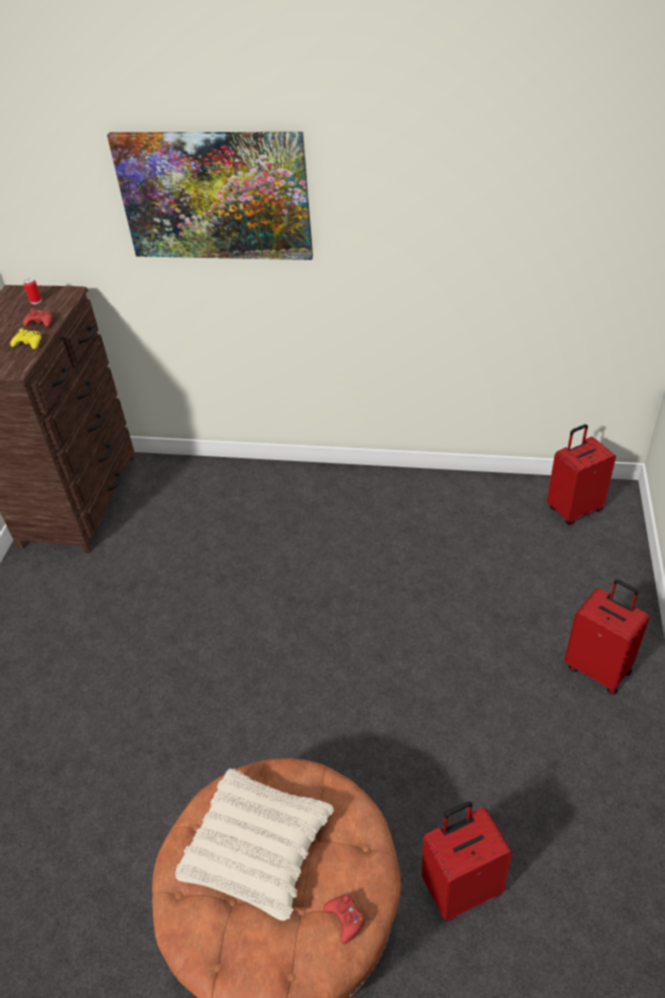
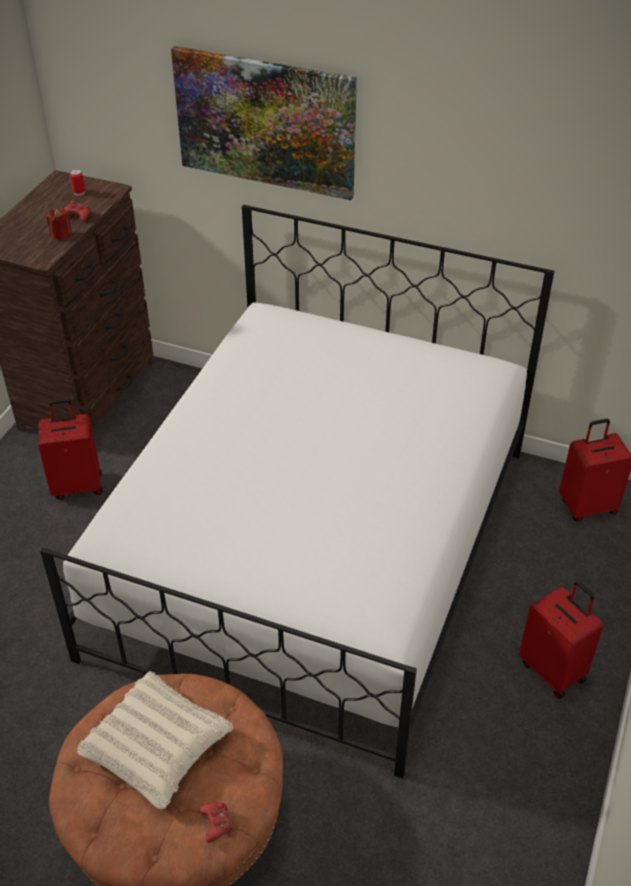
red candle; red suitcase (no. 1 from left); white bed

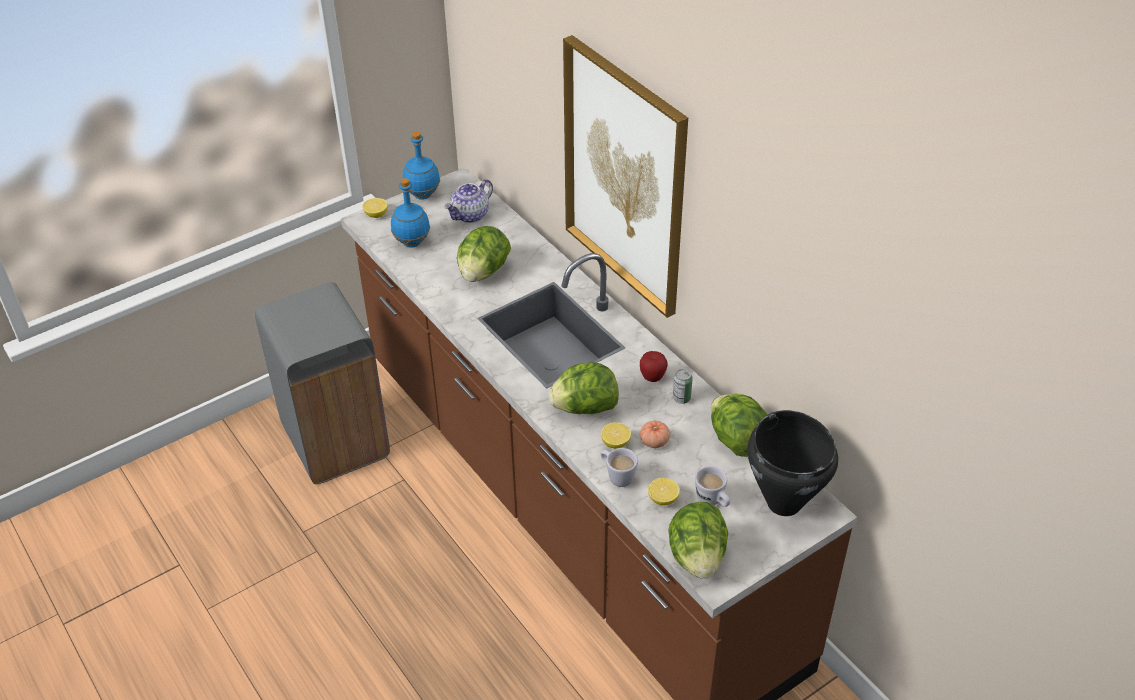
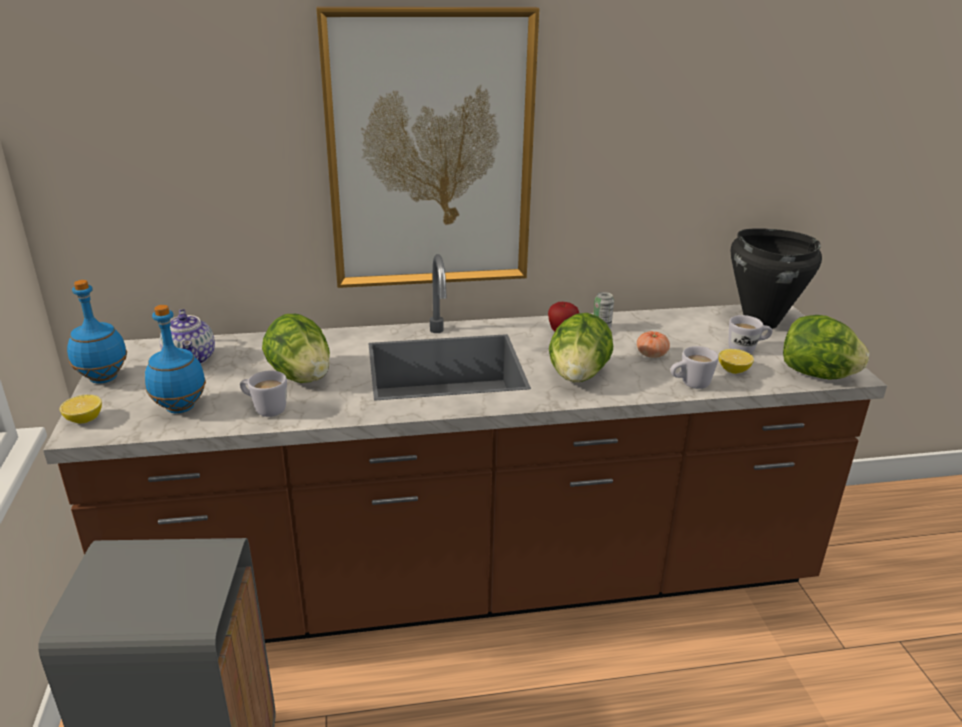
lettuce (no. 4 from left in the first image); lemon (no. 2 from left in the first image); white mug (no. 1 from left)

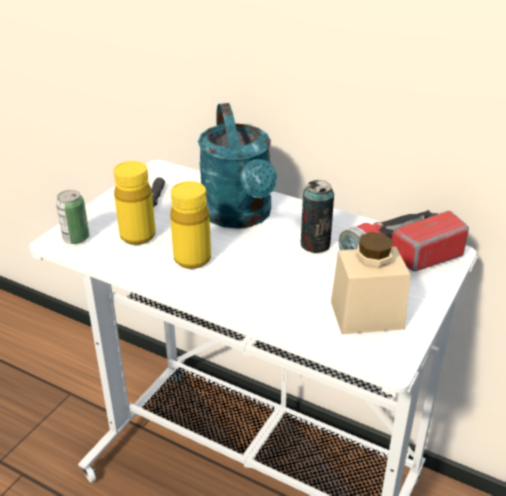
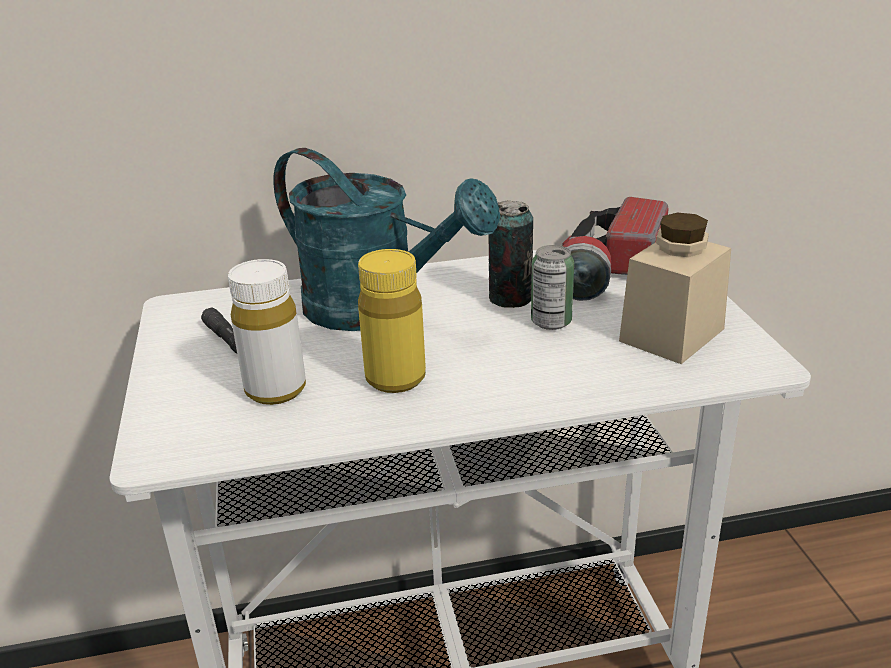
white bottle; can (no. 2 from left)

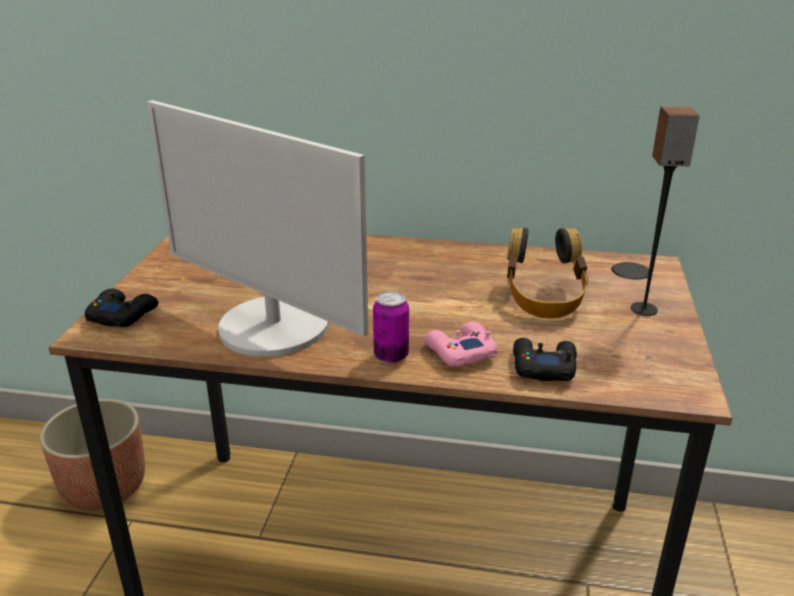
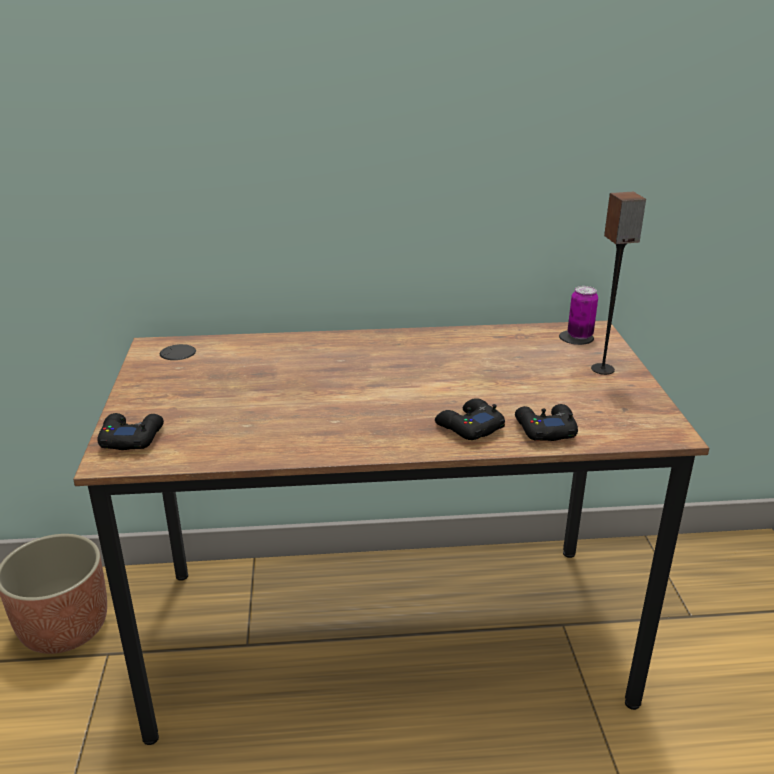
monitor; headphones; can; black game controller (no. 2 from left)

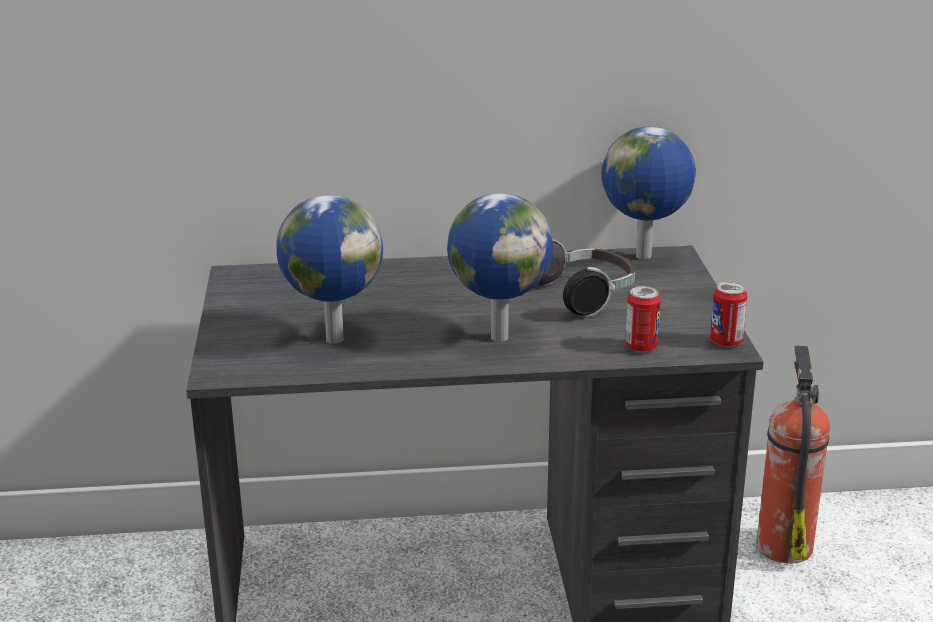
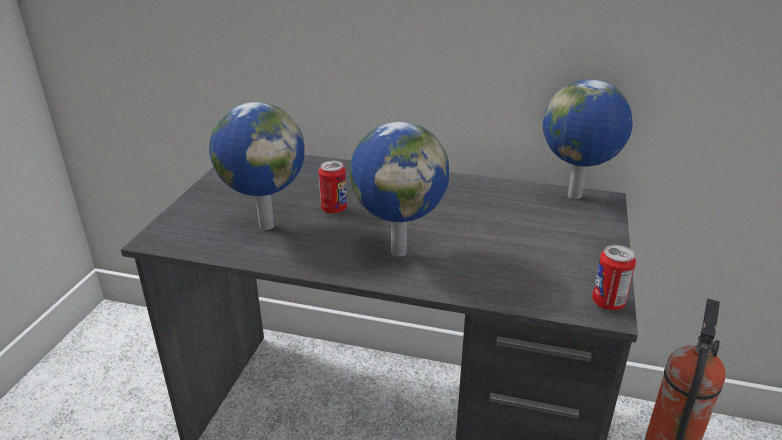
headphones; can (no. 1 from left)

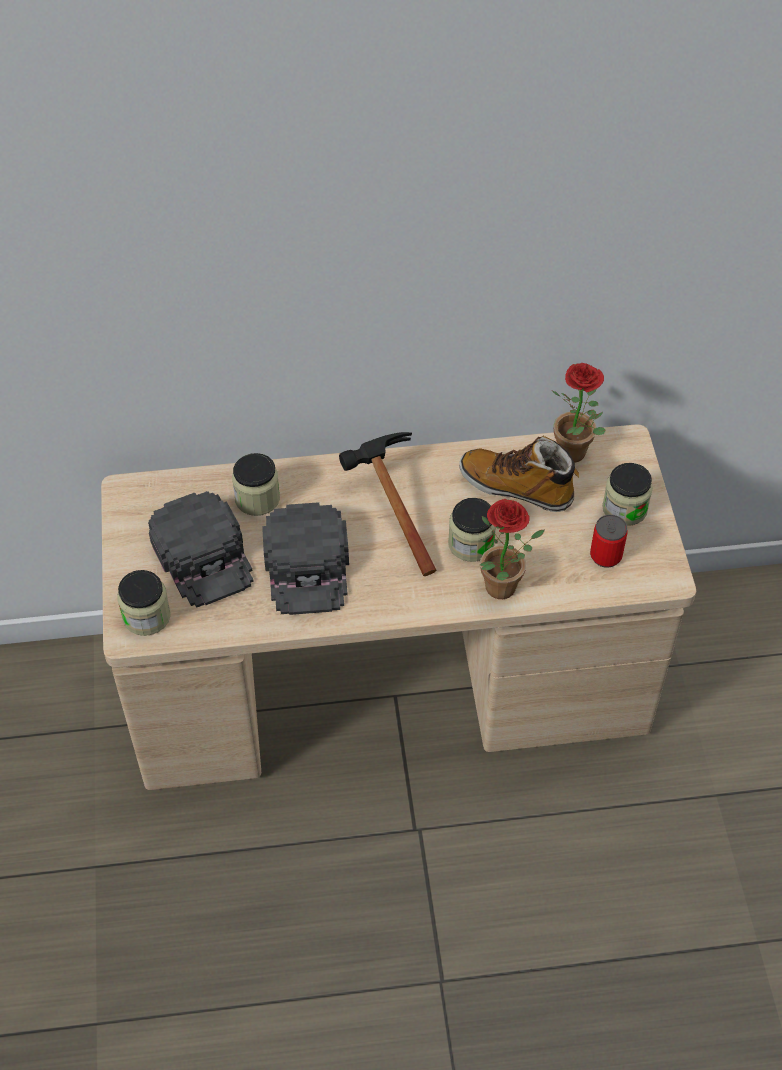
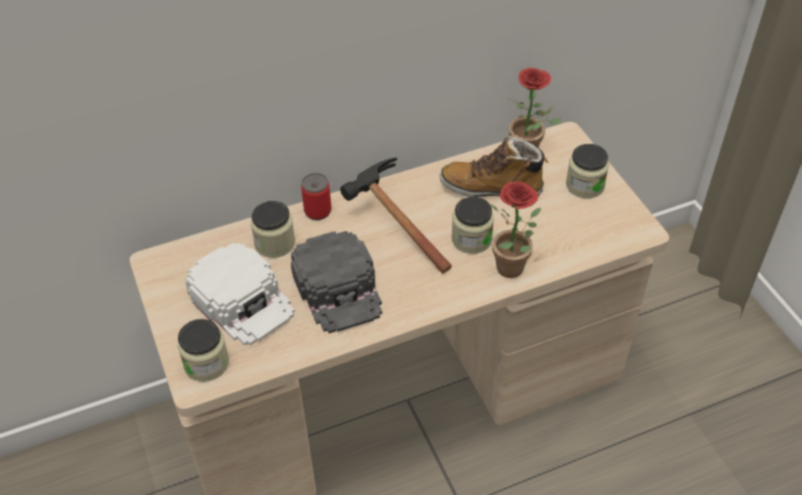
white cap; can

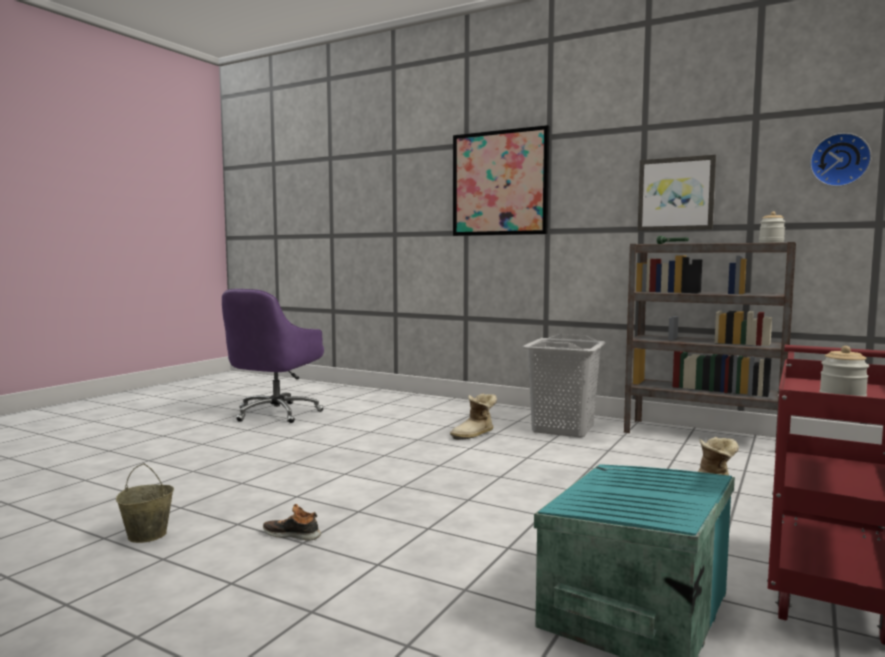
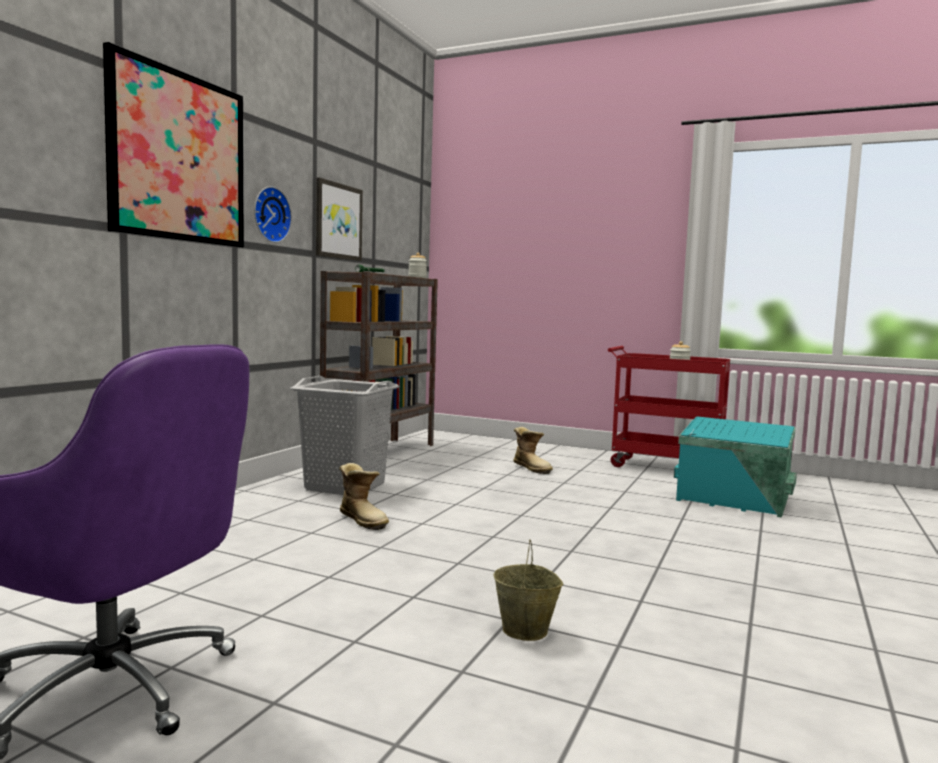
wall clock; beige bucket; shoe

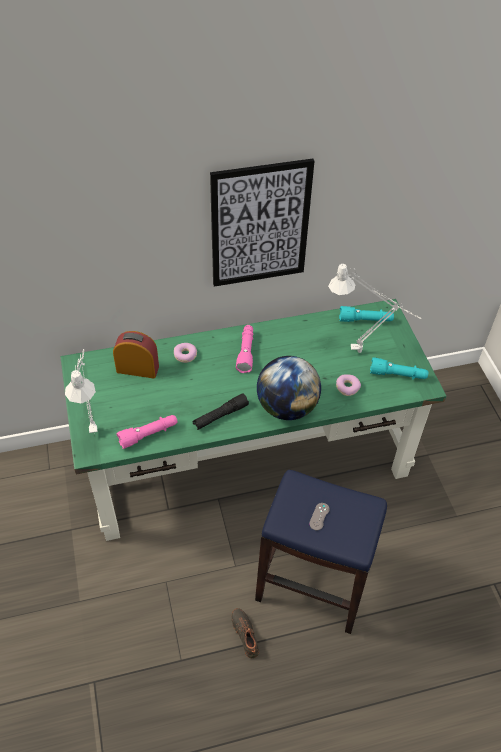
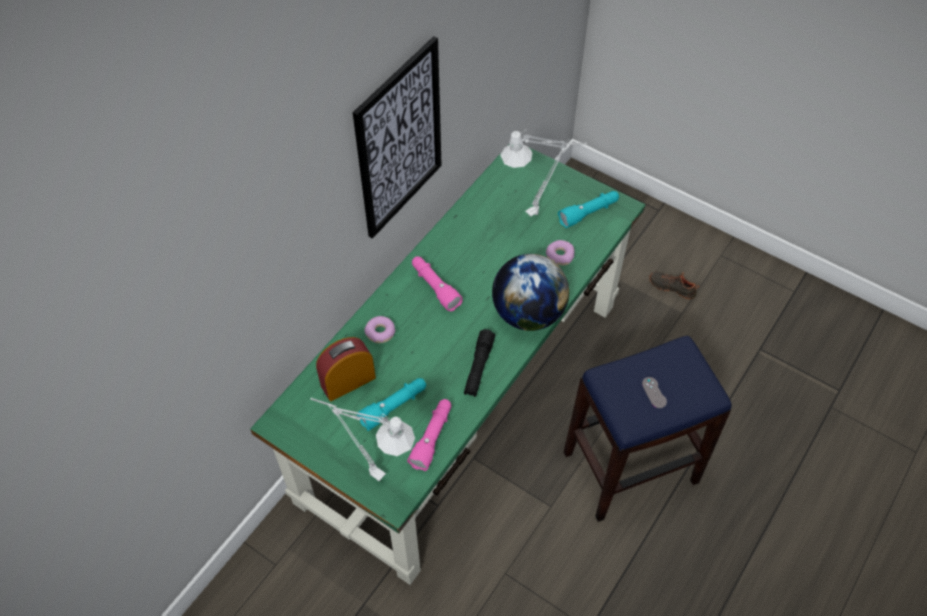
turquoise flashlight (no. 1 from left); black shoe

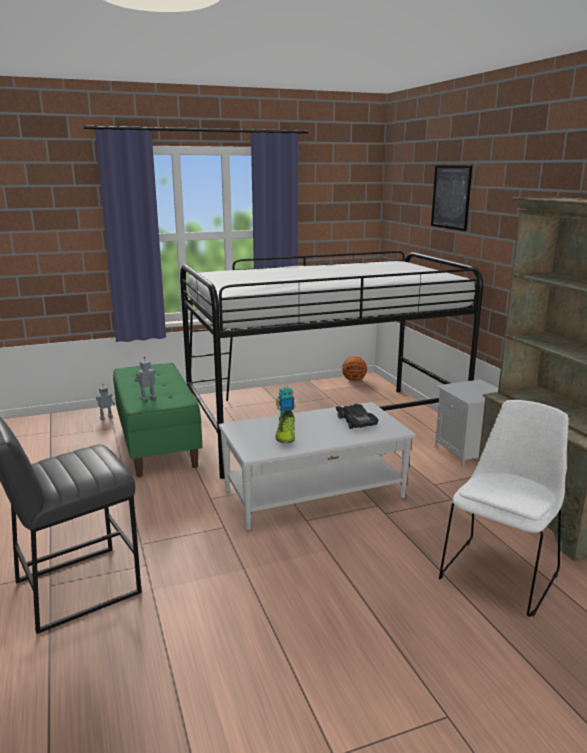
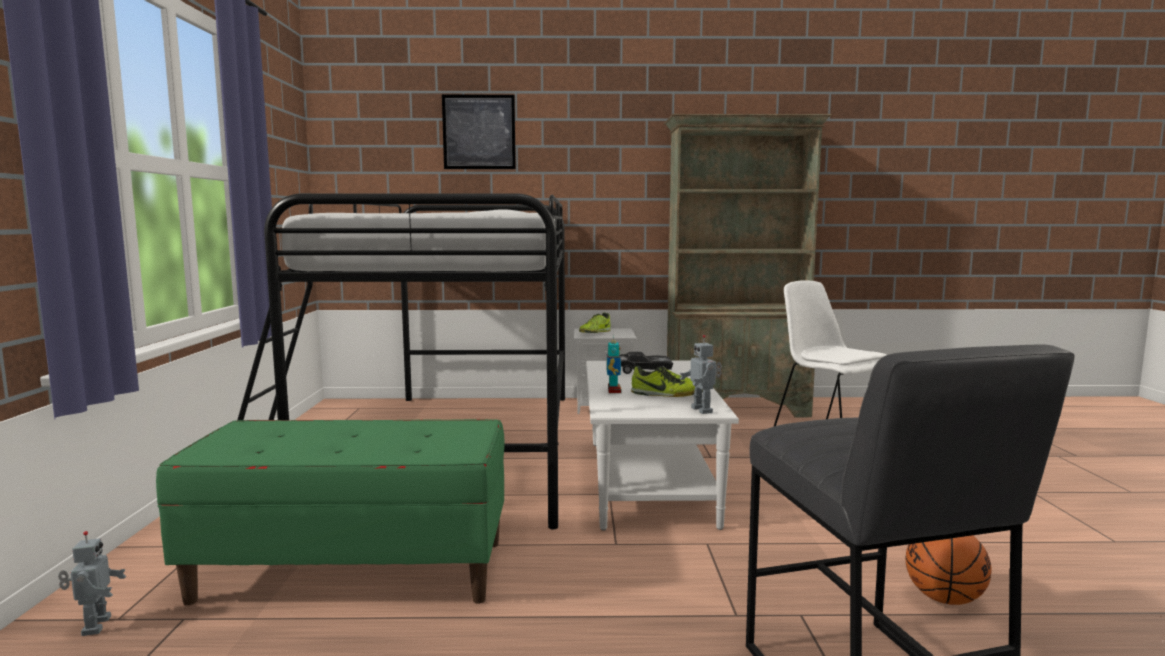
basketball; toy robot (no. 3 from left); shoe (no. 1 from left)

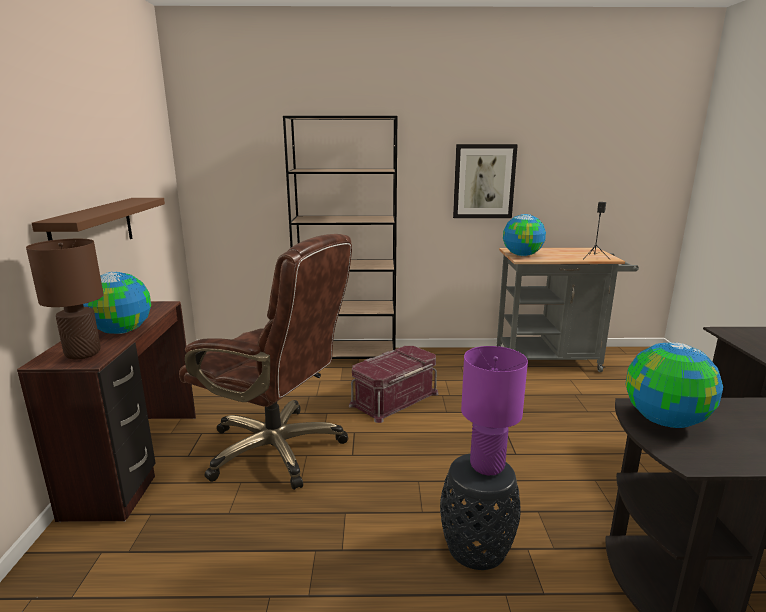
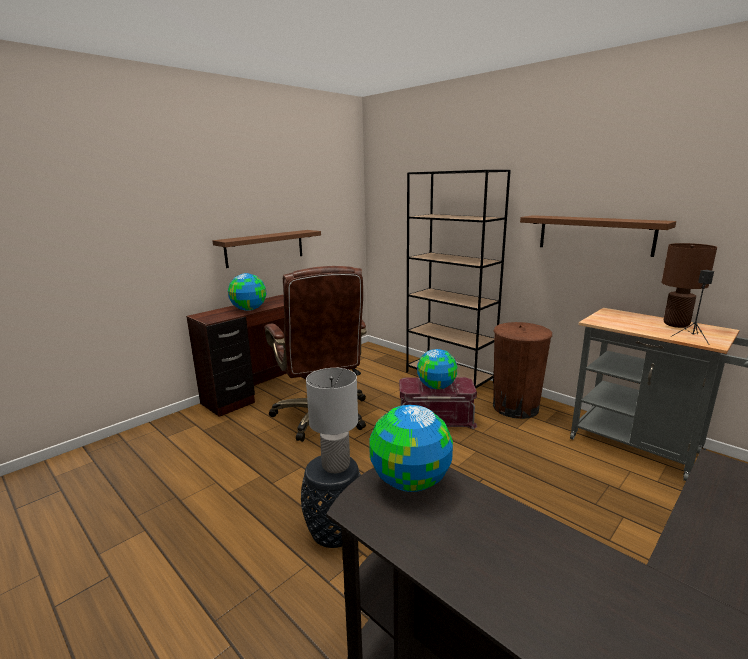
brown shelf (no. 2 from left); globe (no. 3 from left); brown table lamp; grey table lamp; brown trash can

